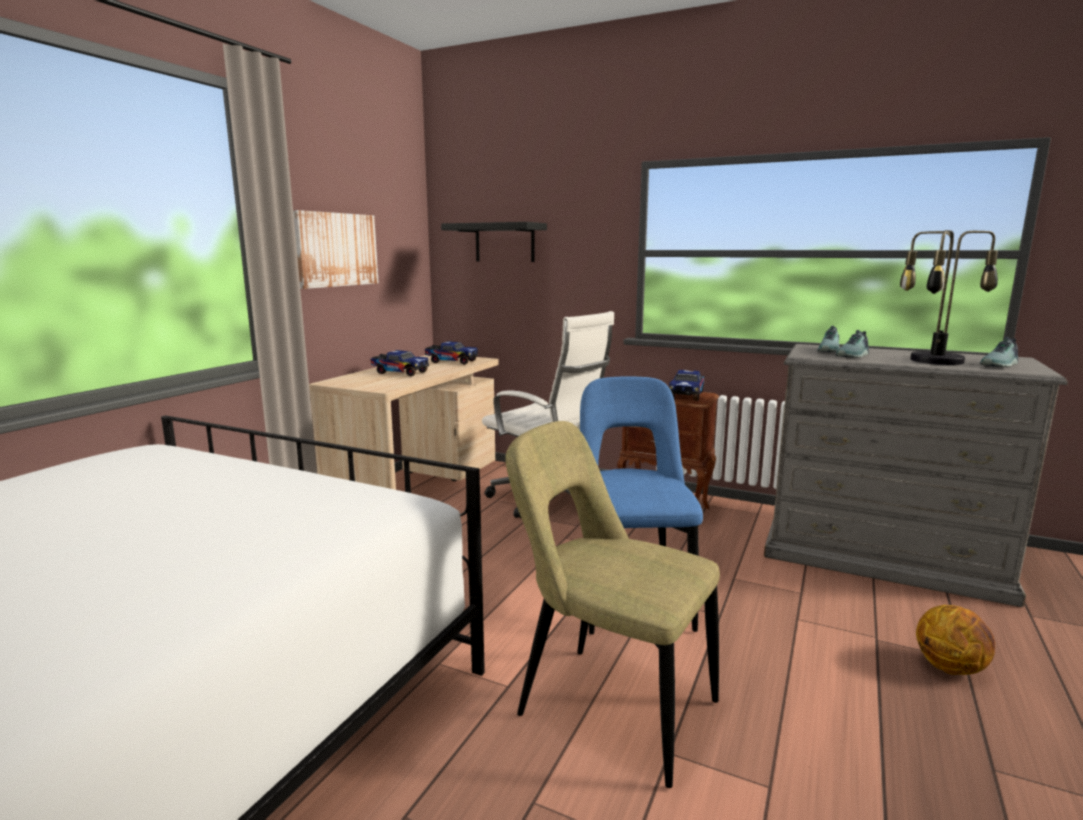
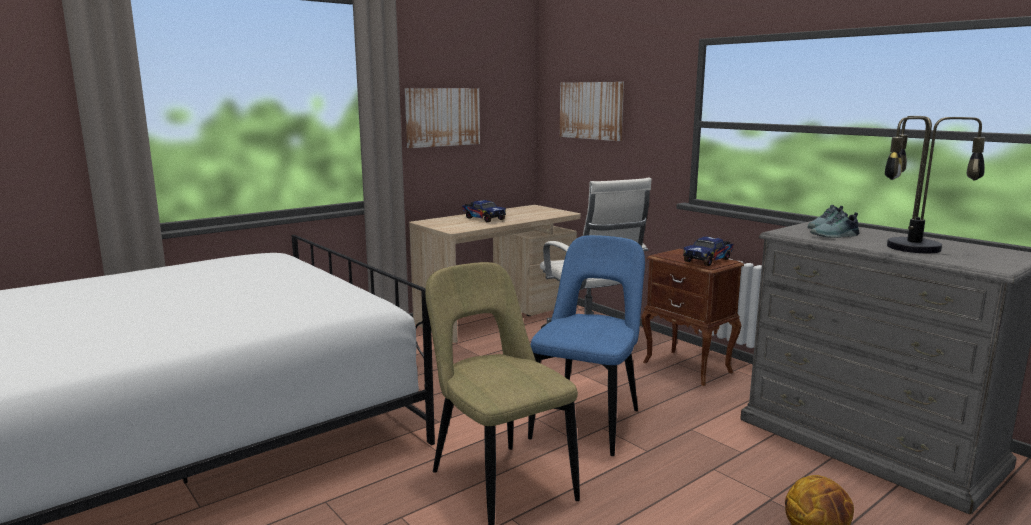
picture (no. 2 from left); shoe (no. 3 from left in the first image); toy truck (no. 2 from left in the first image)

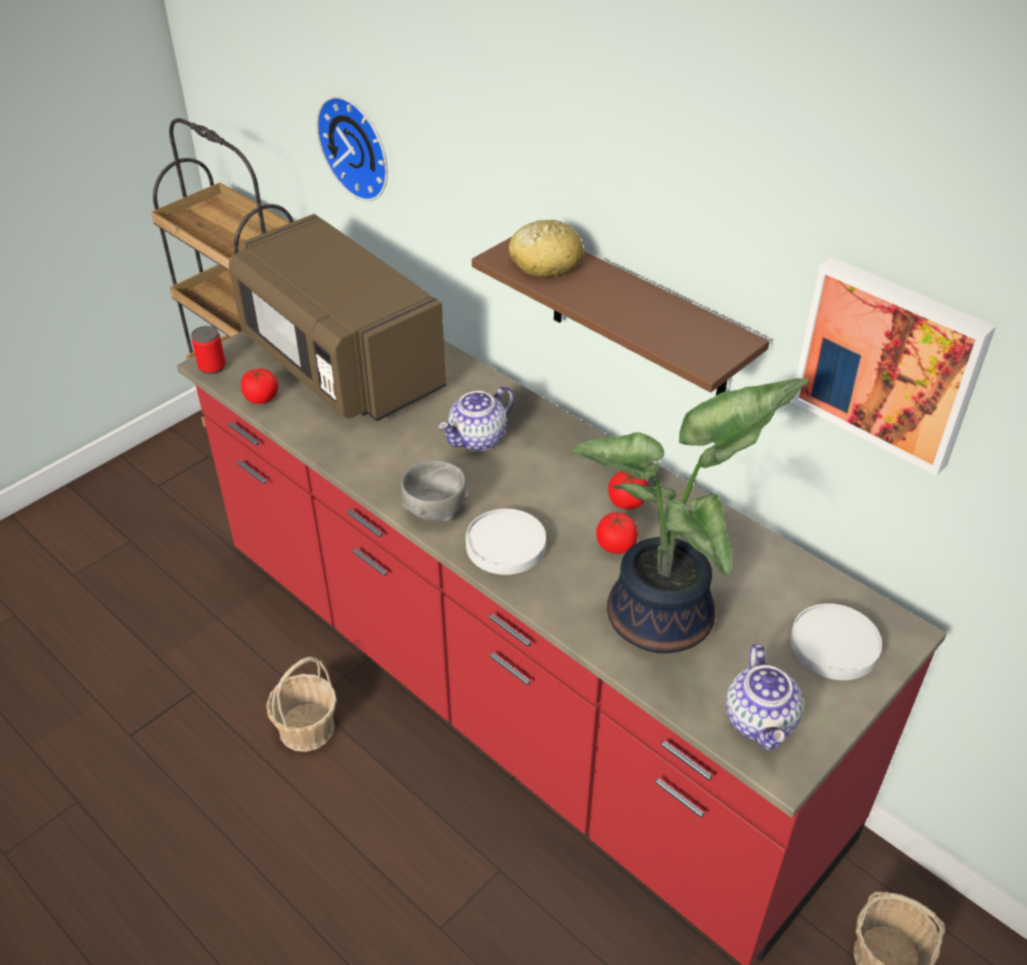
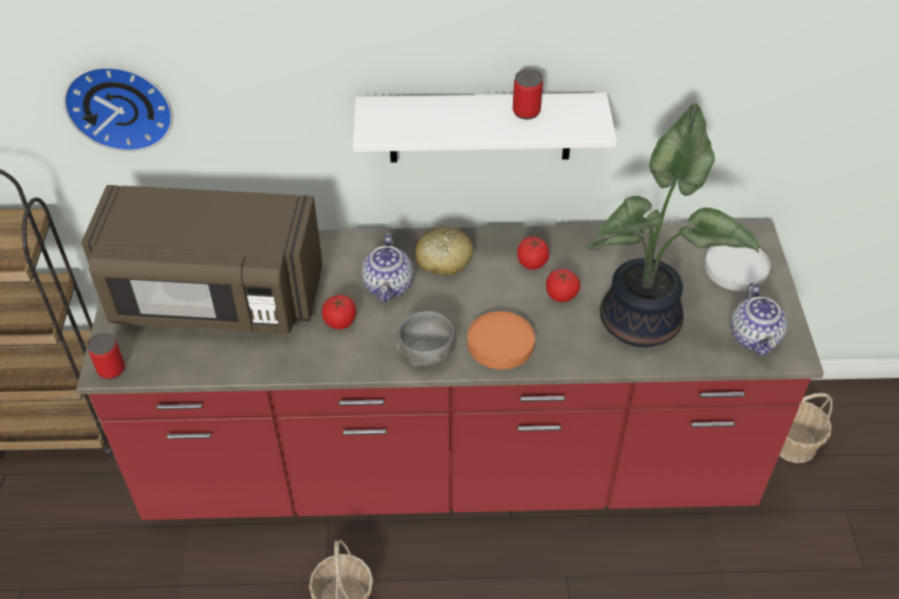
bread; white shelf; picture; tomato (no. 1 from left); orange plate; teapot (no. 2 from left); can (no. 2 from left)

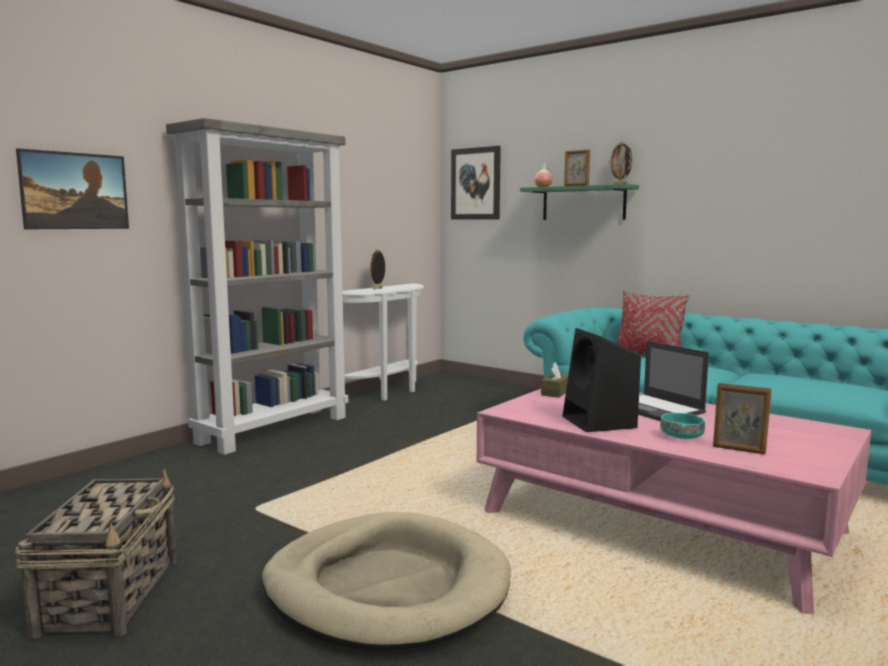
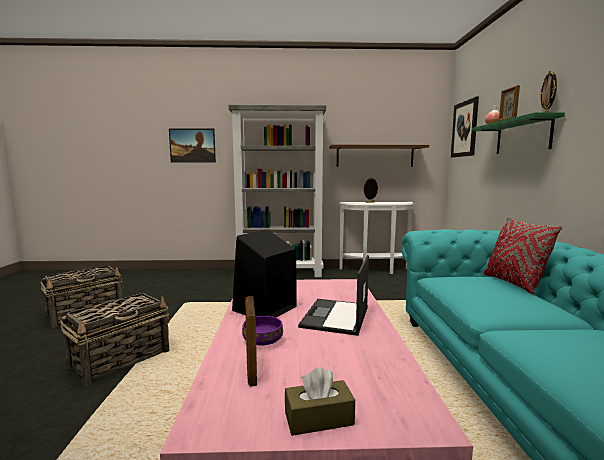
brown tissue box; purple bowl; basket (no. 2 from left); brown shelf

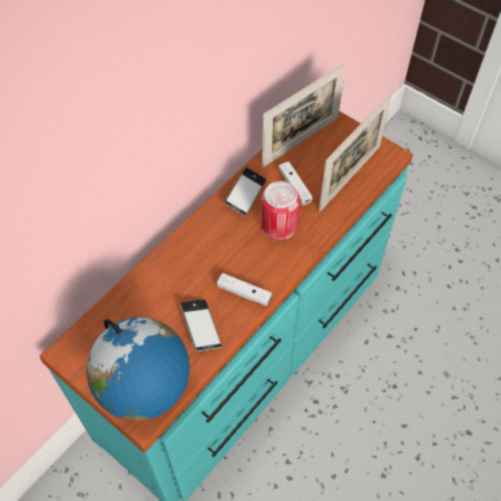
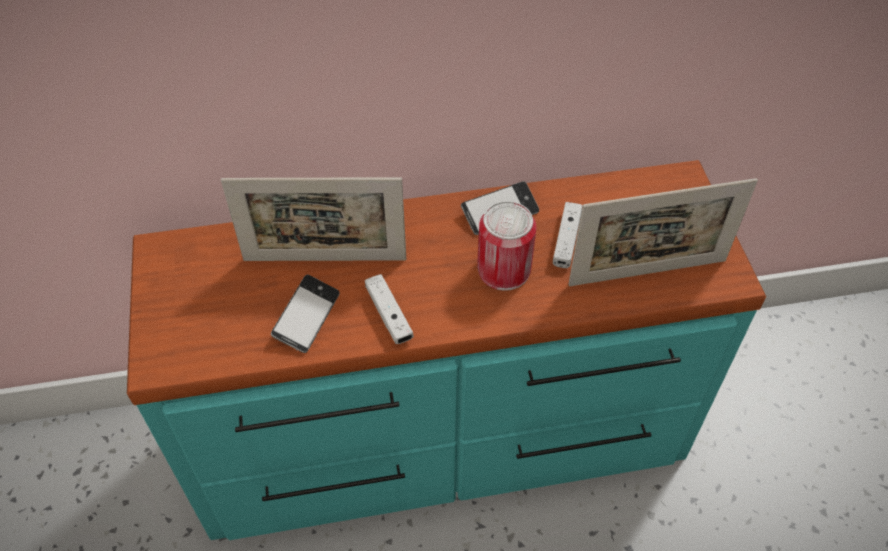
picture frame (no. 1 from left); globe

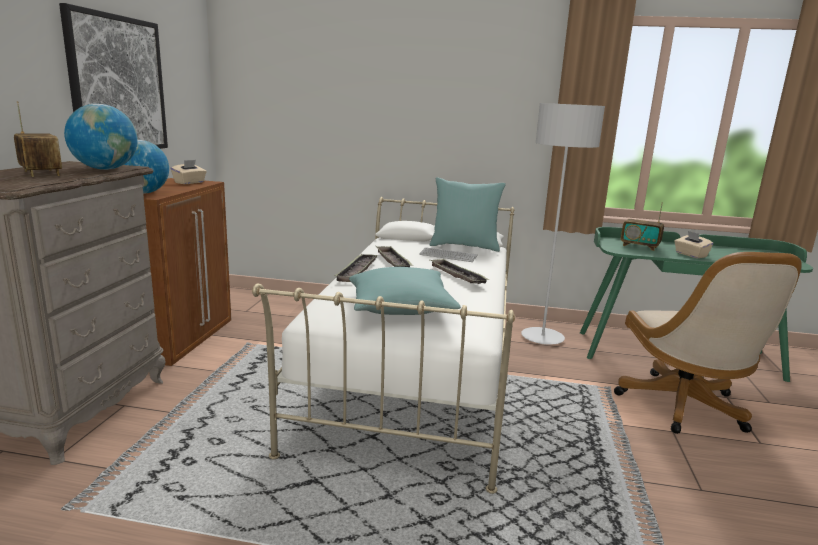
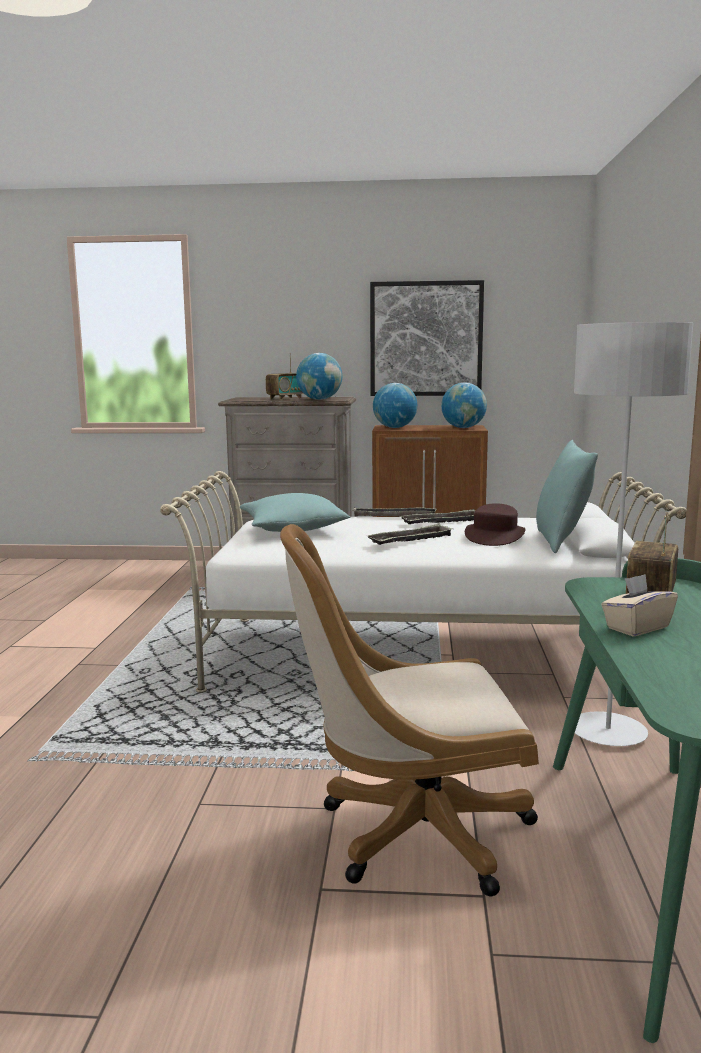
globe (no. 3 from left); brown hat

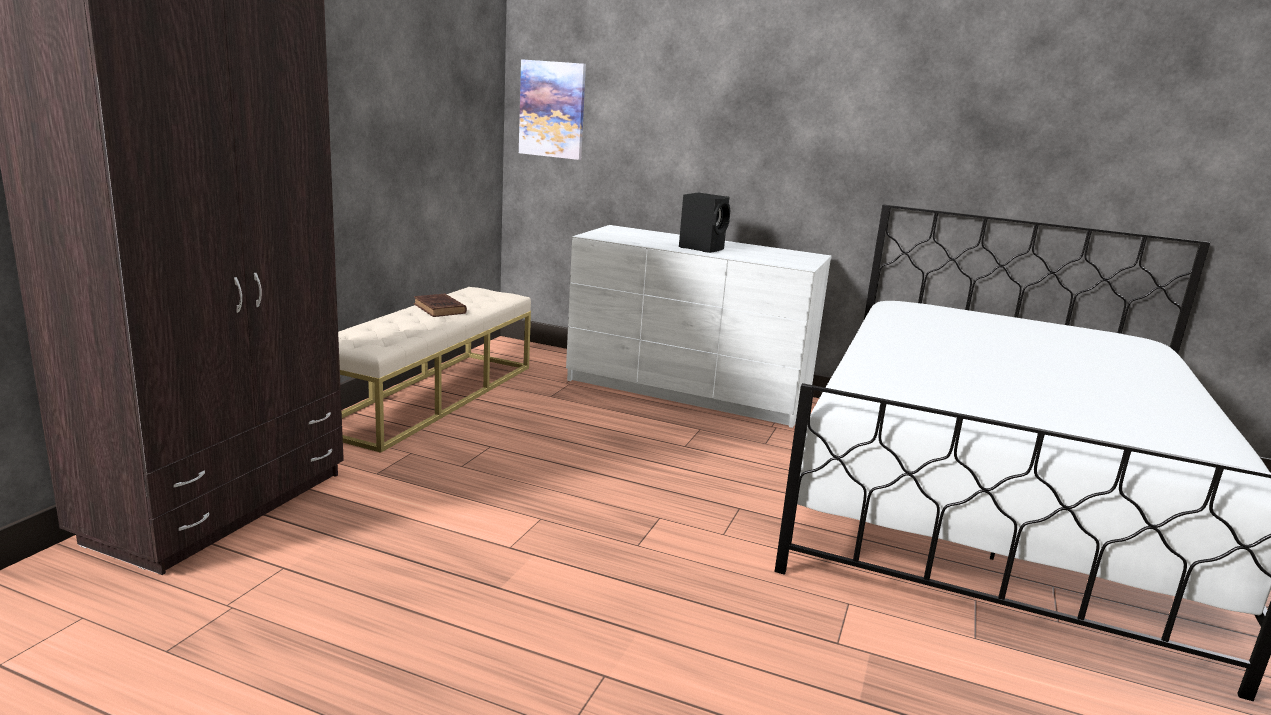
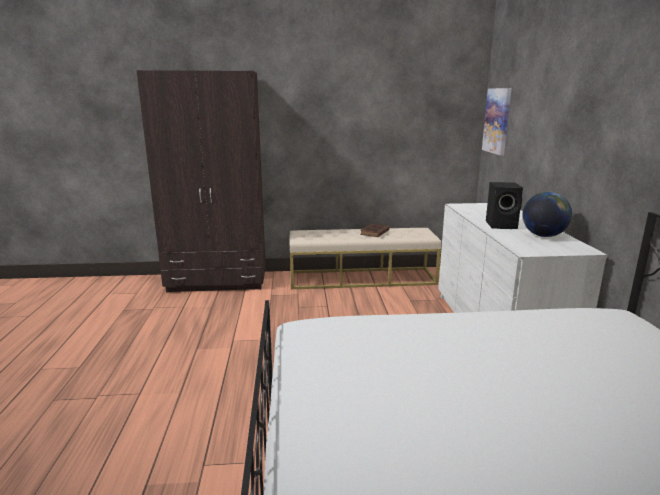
globe

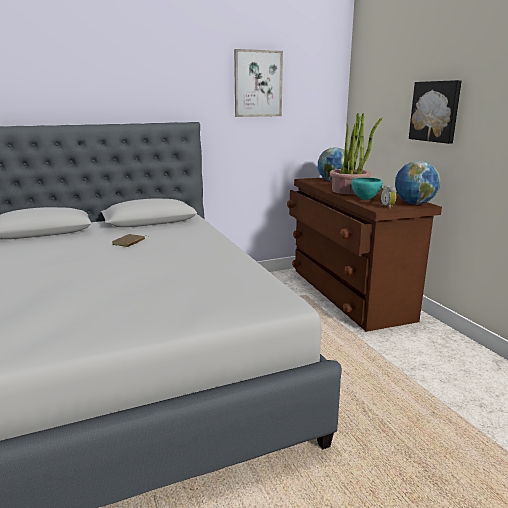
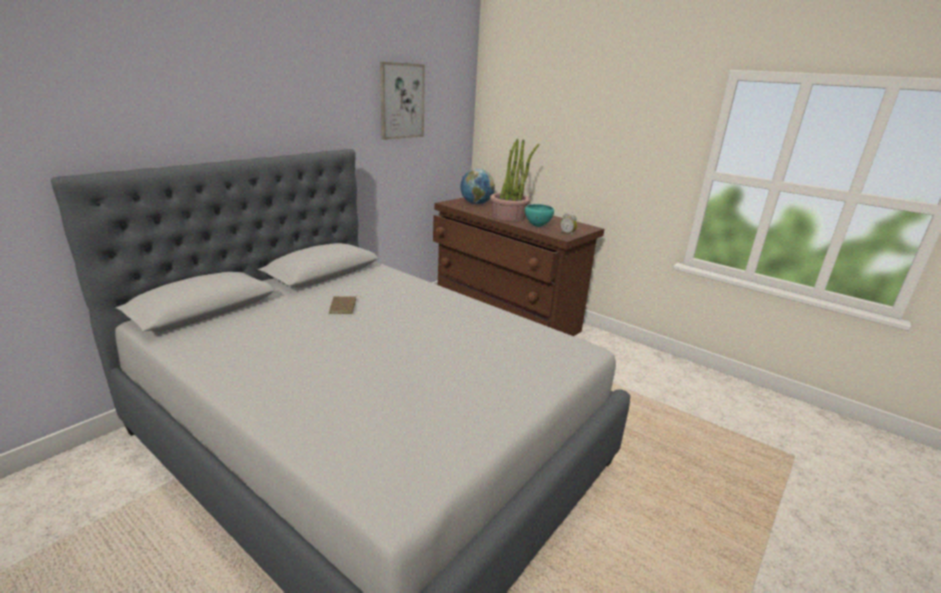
picture (no. 2 from left in the first image); globe (no. 2 from left in the first image)

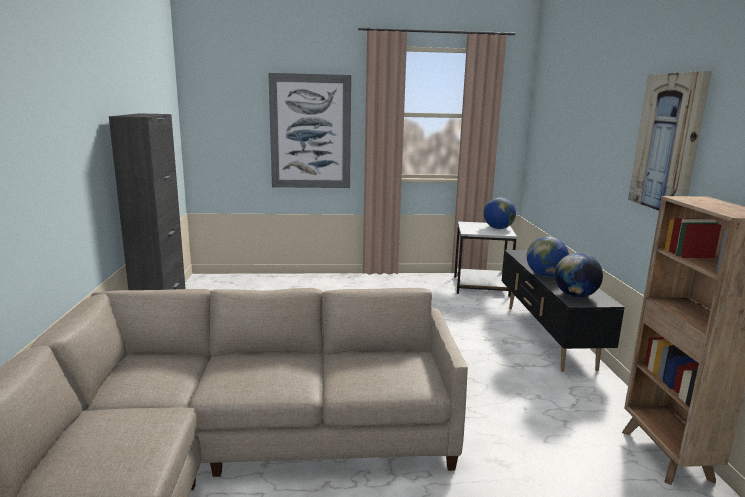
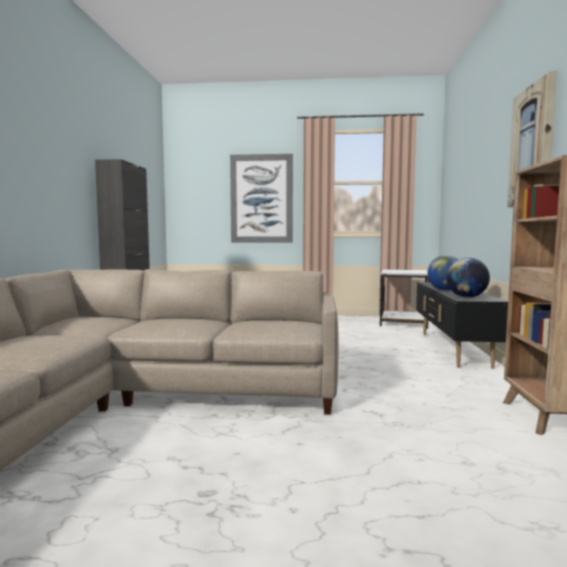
globe (no. 1 from left in the first image)

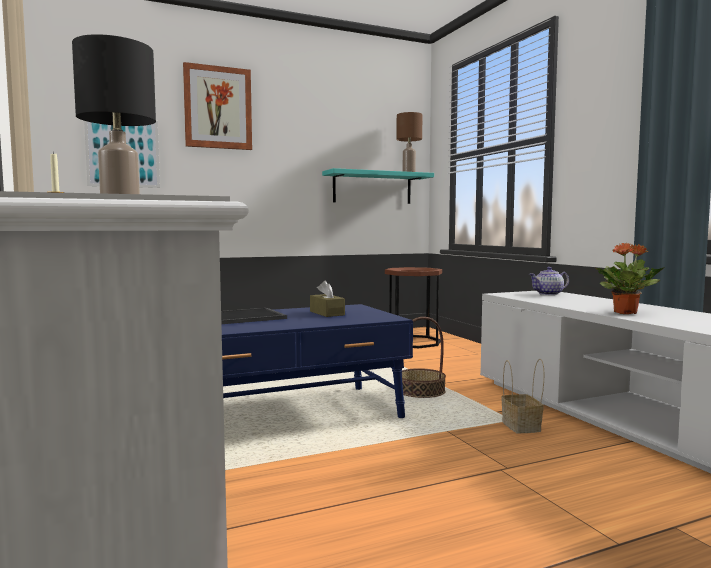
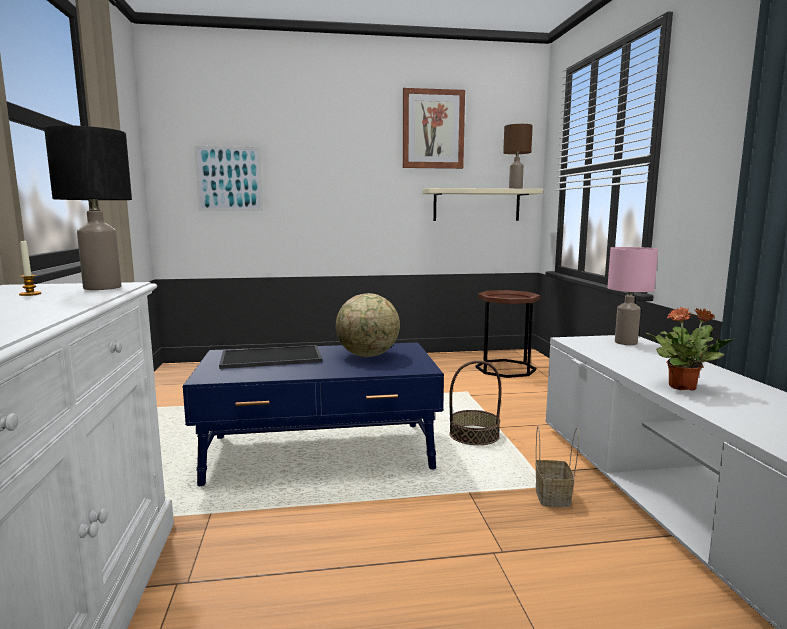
picture (no. 2 from left); beige shelf; pink table lamp; globe

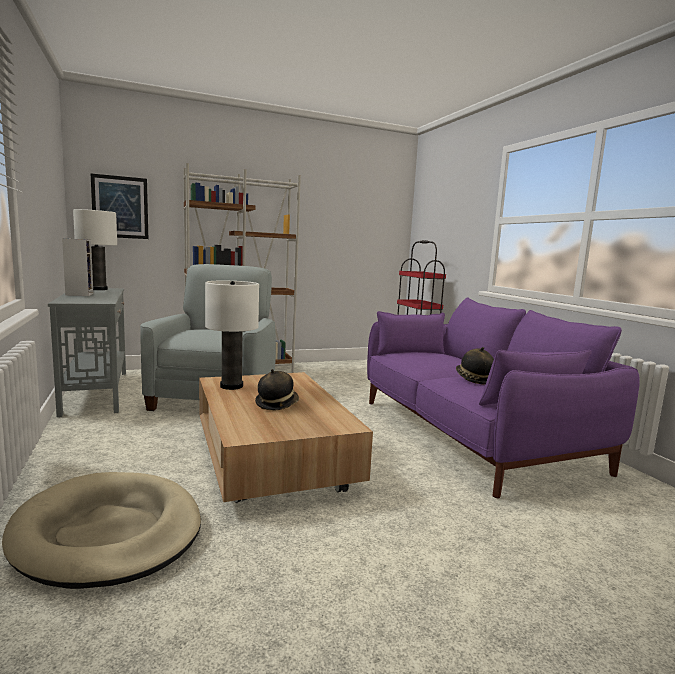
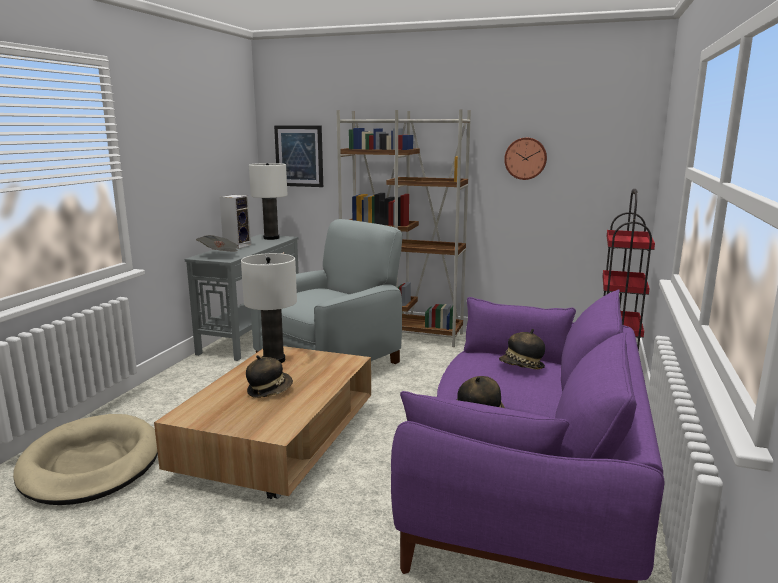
wall clock; newspaper; hat (no. 3 from left)

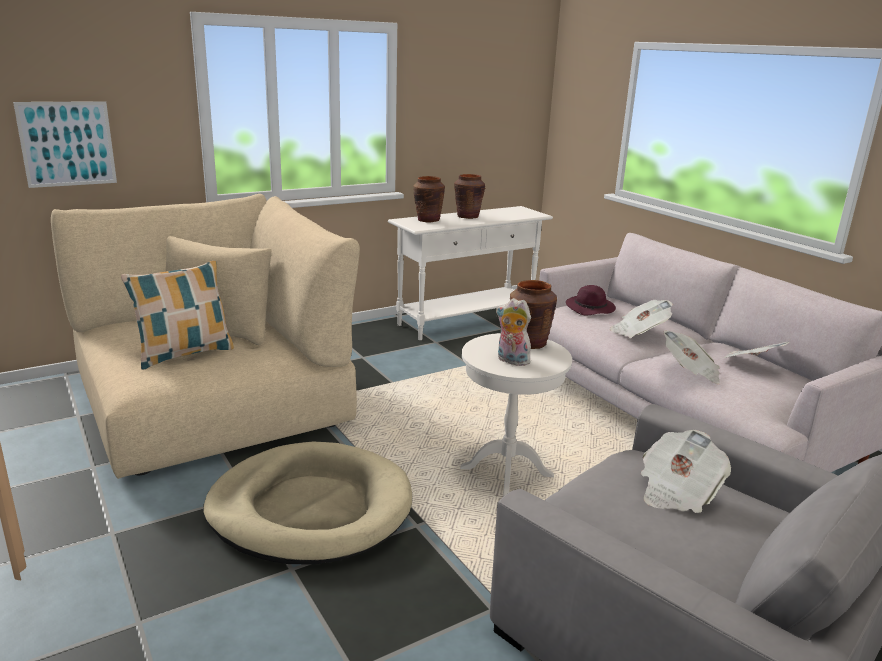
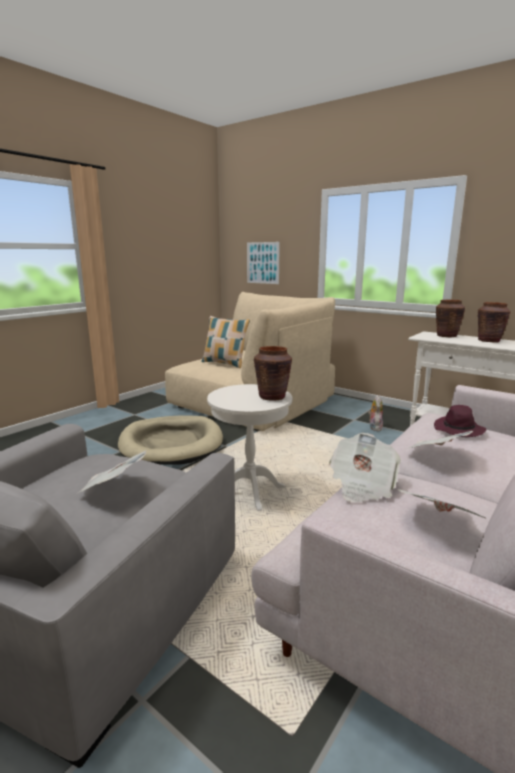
plush toy

